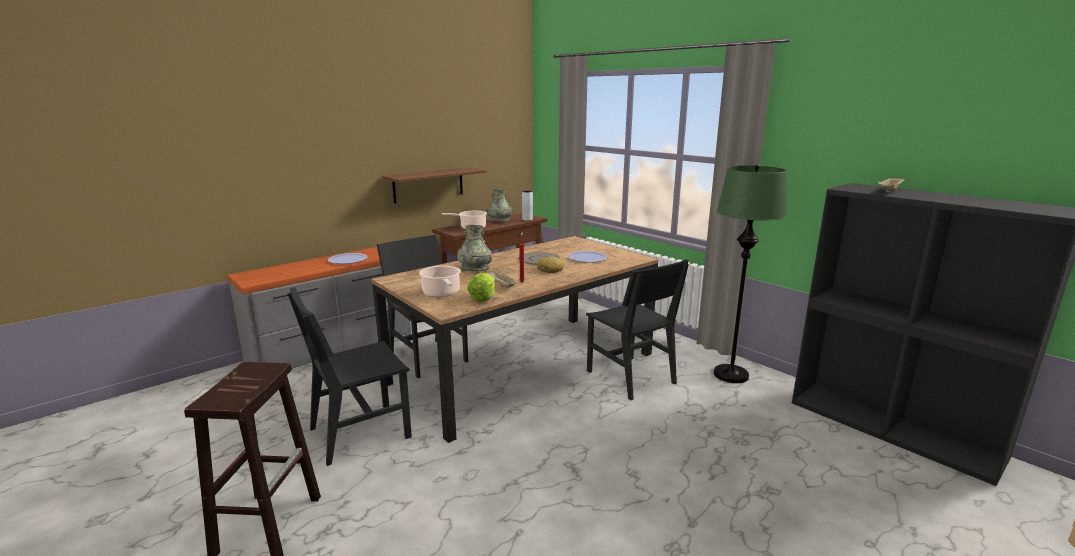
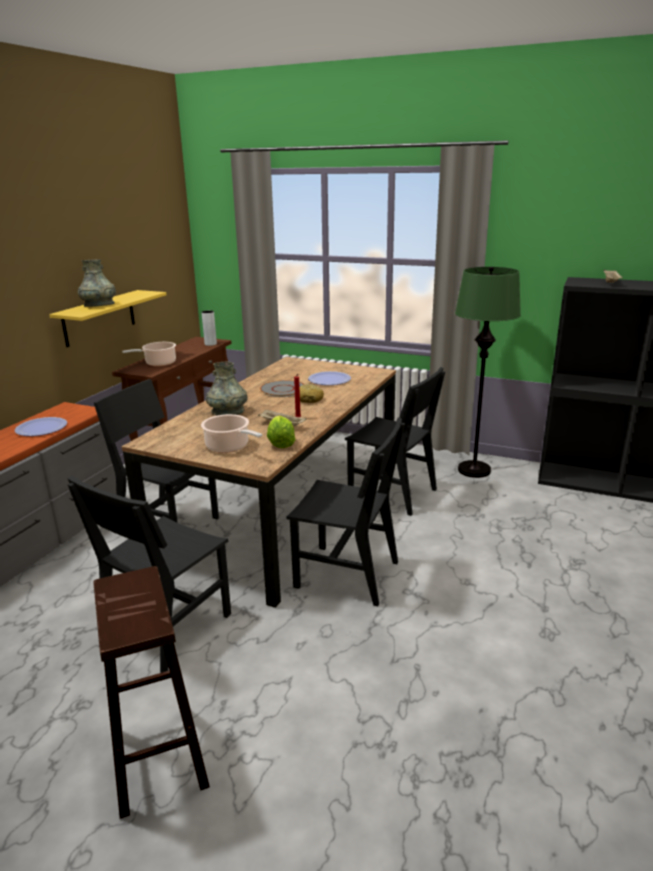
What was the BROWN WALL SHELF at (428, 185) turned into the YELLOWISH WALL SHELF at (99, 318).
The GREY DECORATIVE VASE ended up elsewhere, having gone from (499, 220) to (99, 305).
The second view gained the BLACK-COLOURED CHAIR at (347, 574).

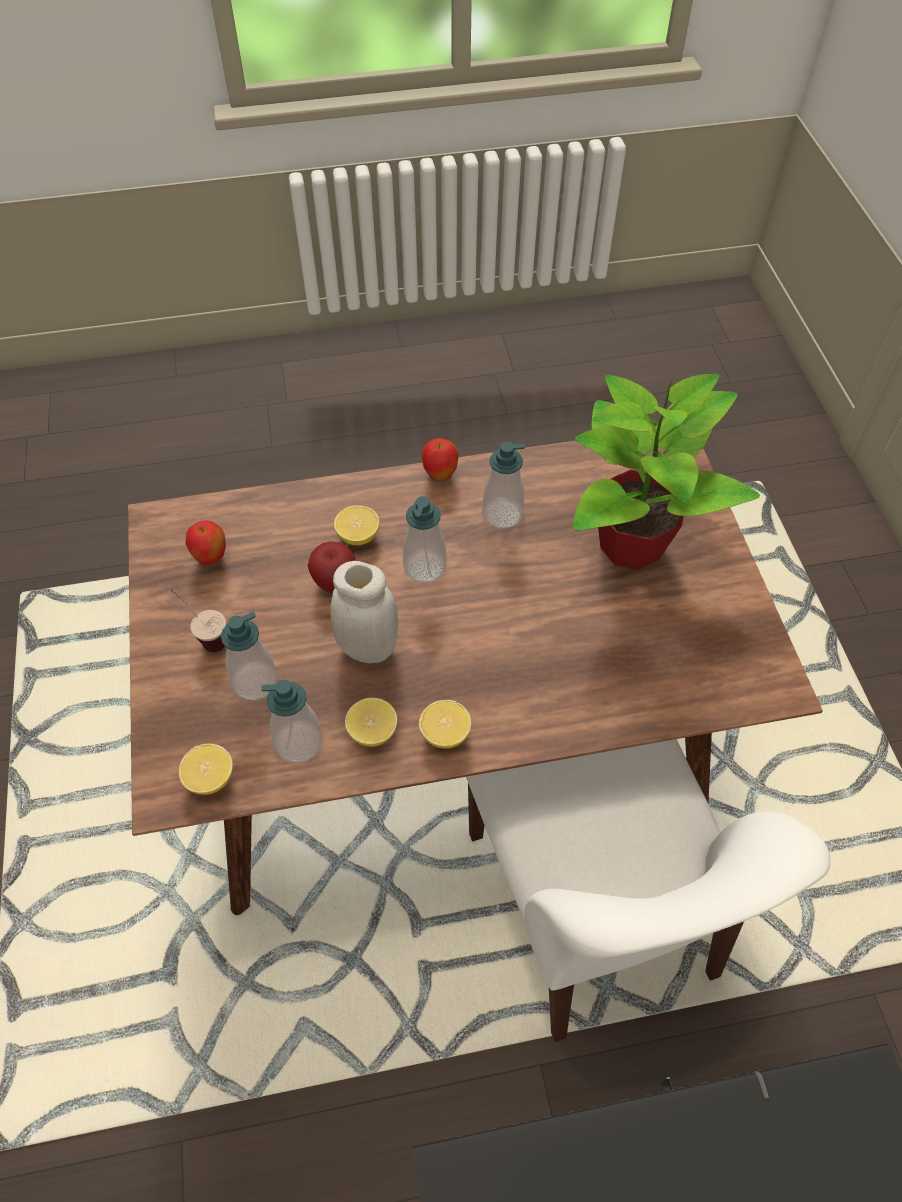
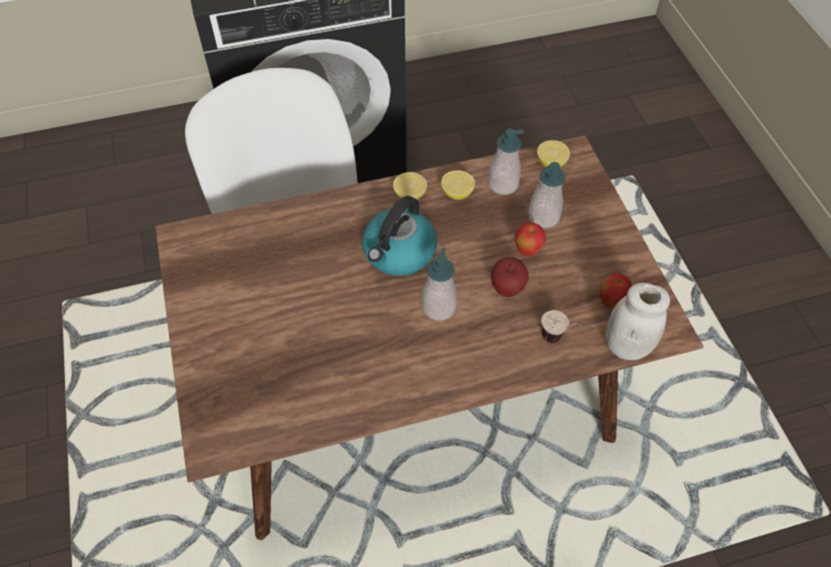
The SMALL CUP ended up elsewhere, having gone from (204, 635) to (561, 340).
The WHITISH PRESERVE JAR ended up elsewhere, having gone from (368, 647) to (626, 346).
The second view lost the WHOLE LEMON at (358, 536).
The APPLE FRUIT ended up elsewhere, having gone from (440, 475) to (527, 251).
The second view lost the SOAP DISPENSER at (502, 514).
The second view lost the PLANT IN A POT at (632, 543).
The second view gained the TEA KETTLE at (399, 253).

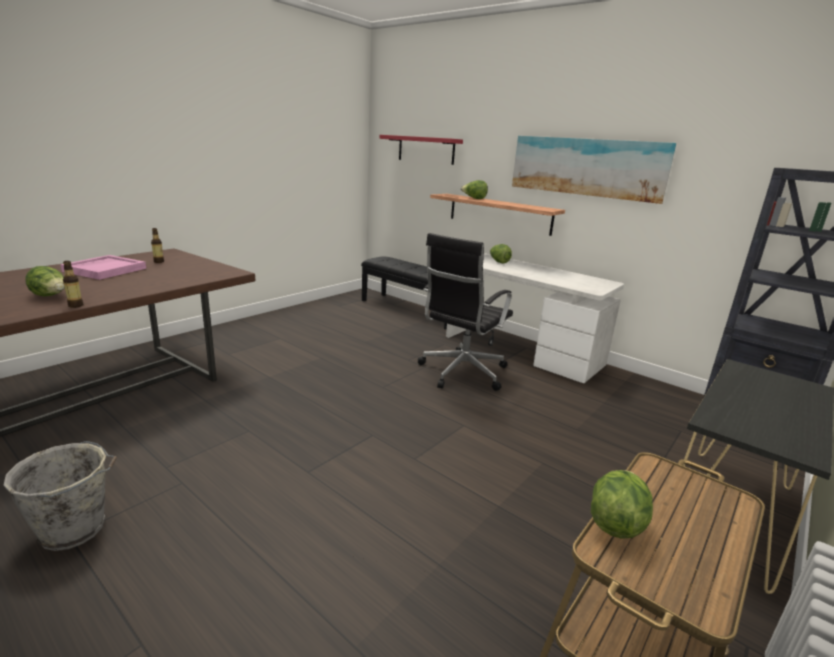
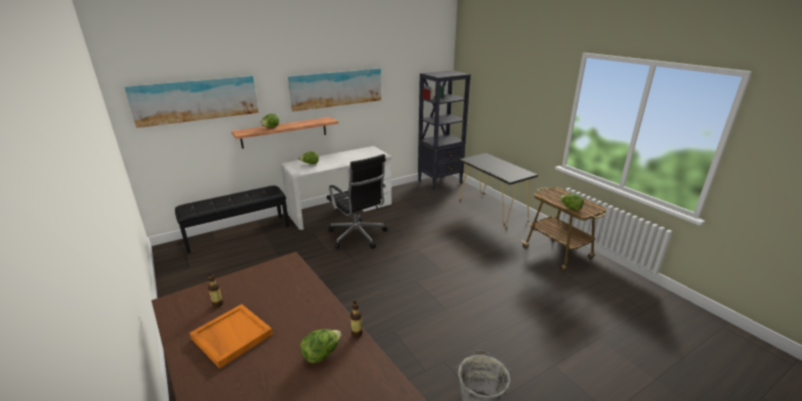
What was the PINKISH SERVING TRAY at (105, 269) turned into the ORANGEY SERVING TRAY at (231, 336).
Where the REDDISH WALL SHELF hung at (426, 149), the WALL PICTURE came to hang at (196, 100).

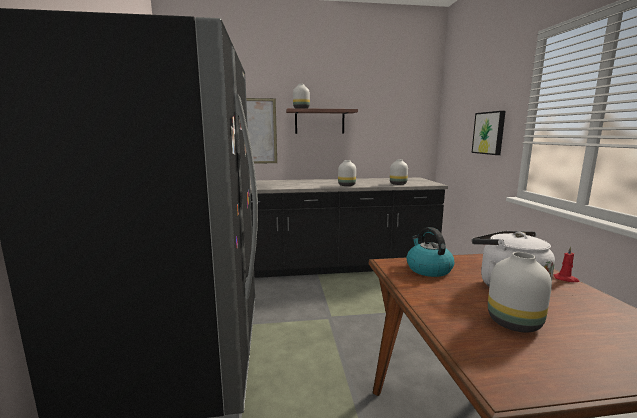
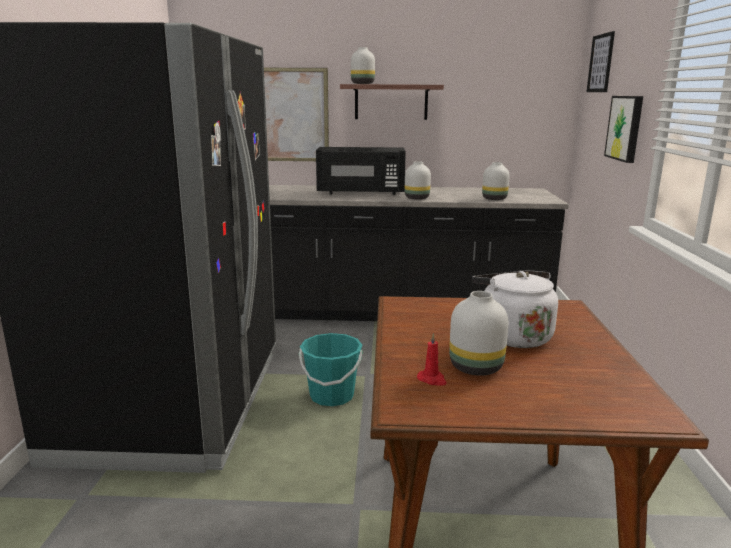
The second view lost the TEA KETTLE at (428, 269).
The REDDISH WAX LIGHT ended up elsewhere, having gone from (566, 279) to (432, 380).
The second view gained the BLUE-GREEN PAIL at (331, 396).
The second view gained the BLACK-COLOURED MICROWAVE OVEN at (361, 192).
The second view gained the WALL PICTURE at (600, 63).

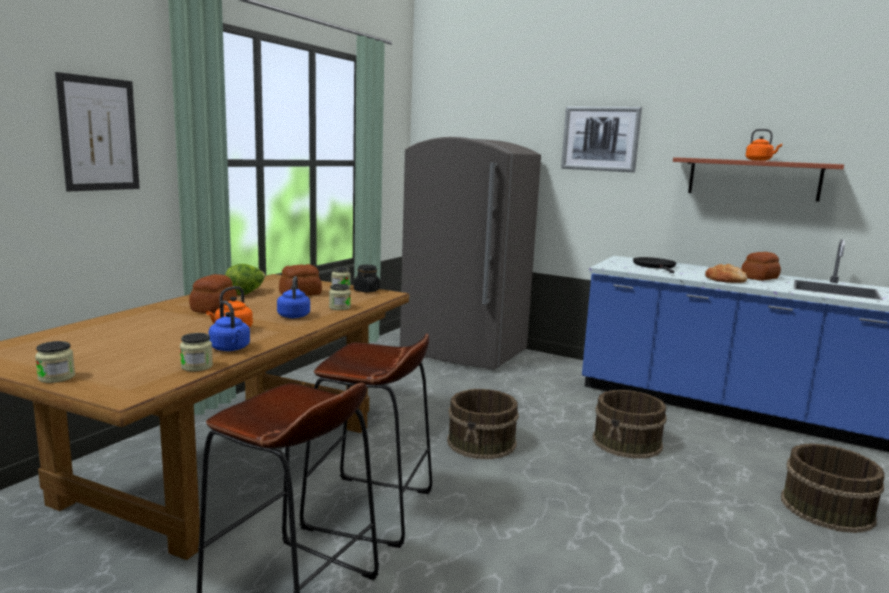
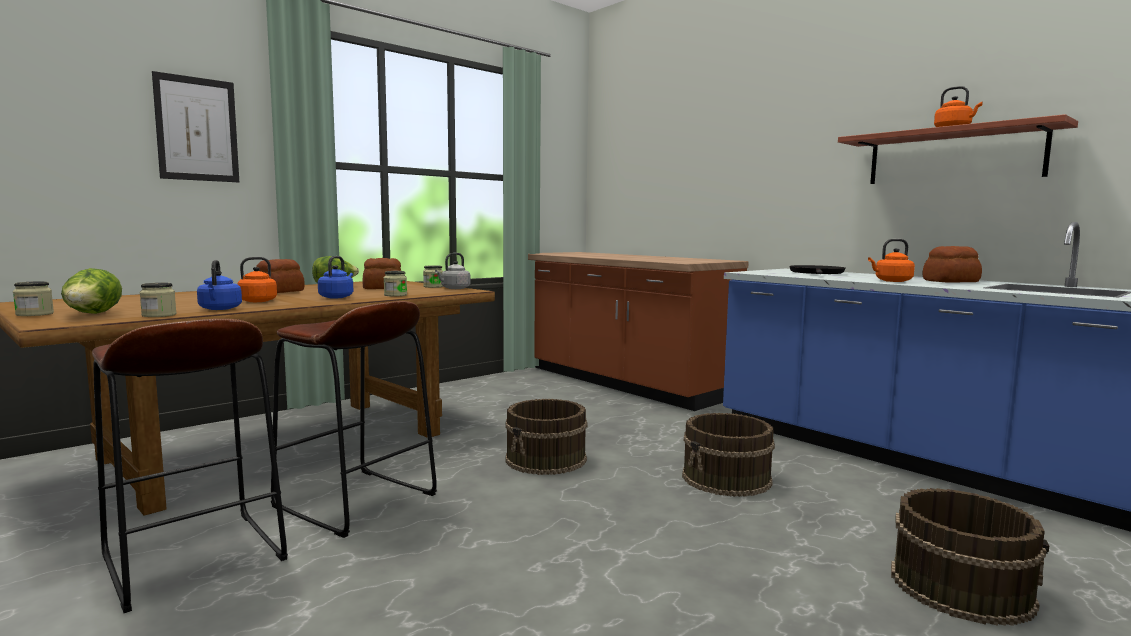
Where the BLACK-COLOURED PRESERVE JAR stood at (367, 290), the GREY TEA KETTLE came to stand at (454, 288).
Where the GREY FRIDGE stood at (463, 351), the BROWN COUNTER came to stand at (621, 382).
The second view lost the WALL PICTURE at (600, 139).
Where the BREAD stood at (725, 280), the ORANGEY TEA KETTLE came to stand at (891, 281).
The second view gained the HEAD OF LETTUCE at (93, 314).

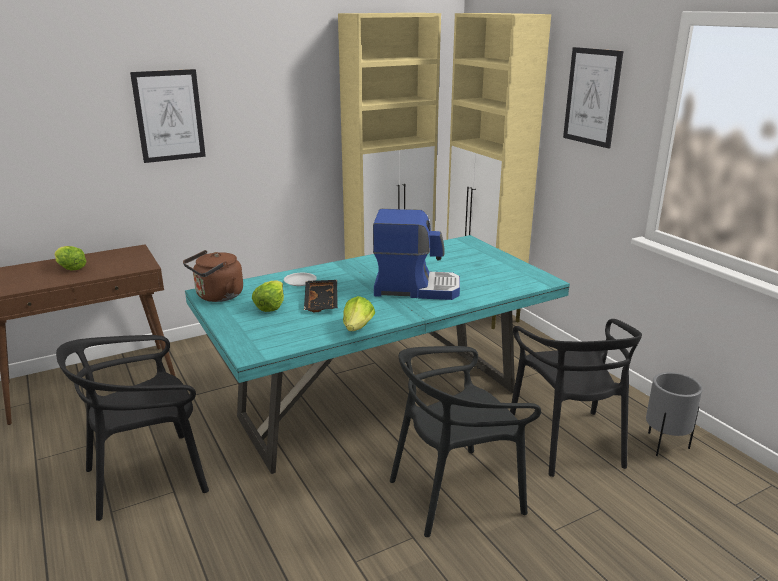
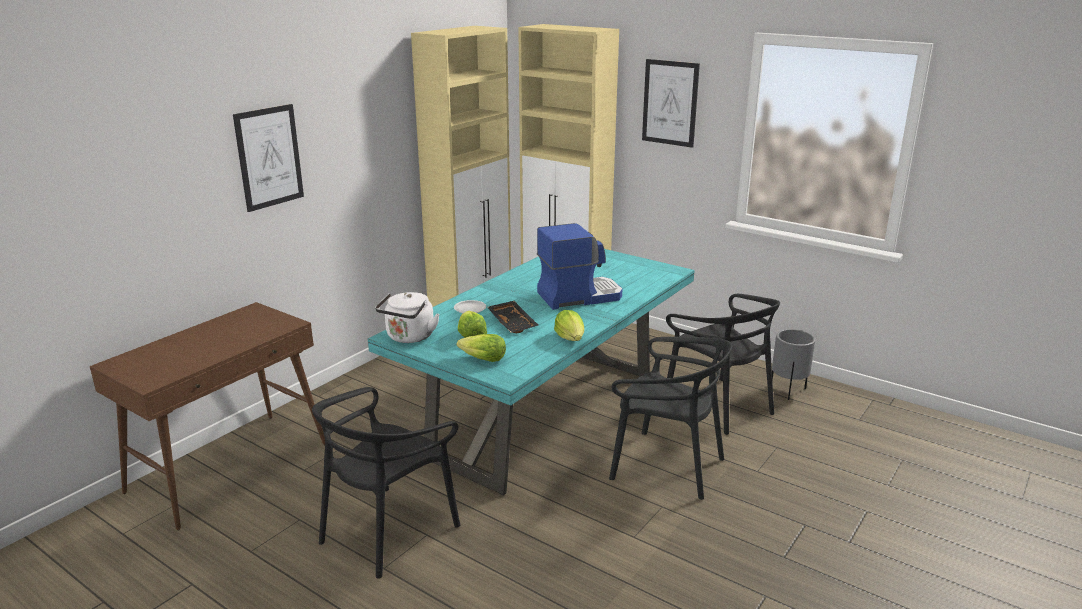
The HEAD OF LETTUCE ended up elsewhere, having gone from (70, 268) to (483, 359).
What was the BROWN TEA KETTLE at (217, 296) turned into the WHITISH TEA KETTLE at (409, 337).
The BLACK-COLOURED CHAIR at (455, 493) ended up facing another way, 105 degrees counterclockwise from before.

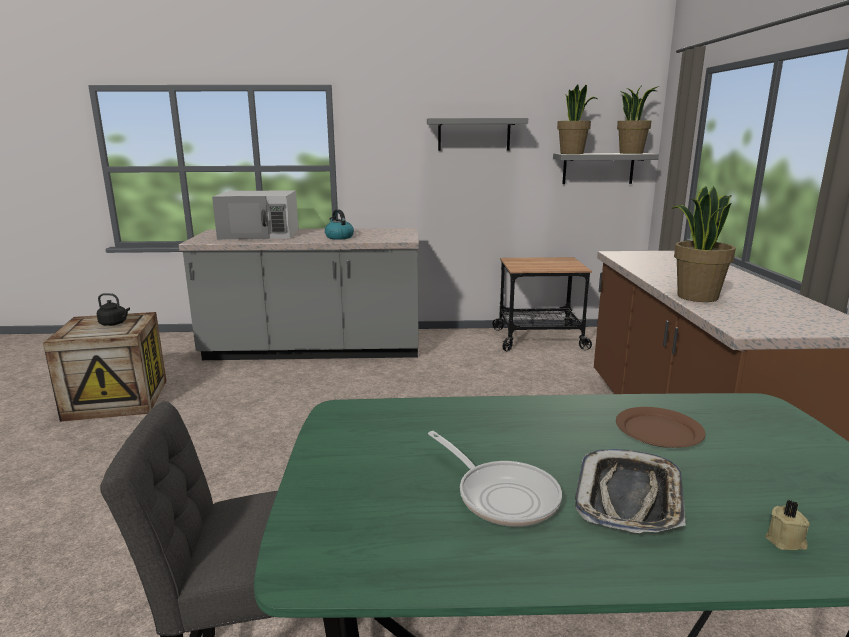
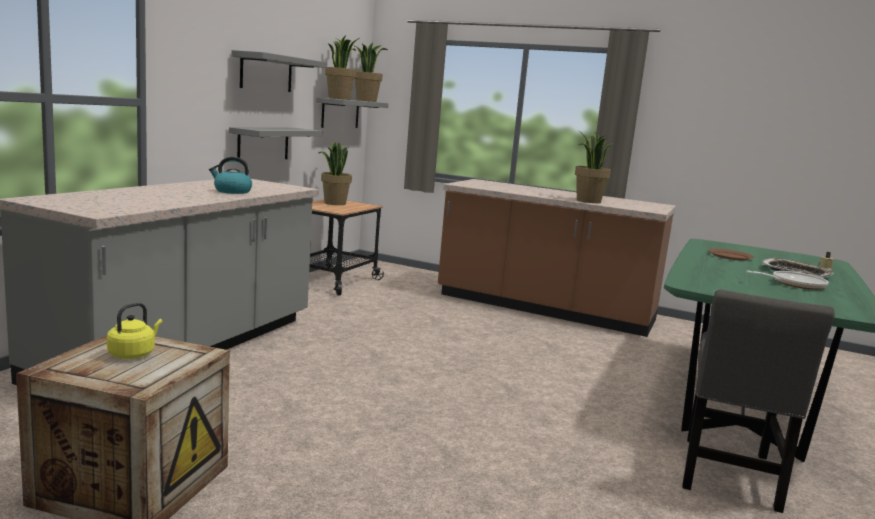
What was the BLACK-COLOURED TEA KETTLE at (114, 323) turned into the YELLOWISH TEA KETTLE at (133, 354).
The second view lost the WHITISH MICROWAVE OVEN at (260, 234).
The second view gained the GREY WALL SHELF at (263, 144).
The second view gained the PLANT IN A POT at (334, 203).

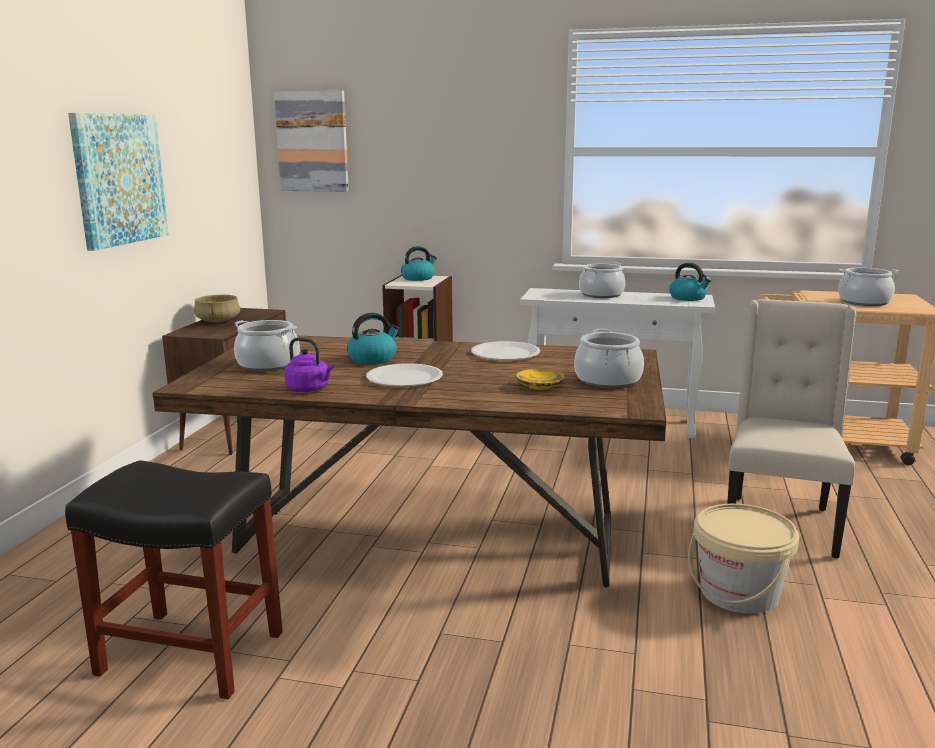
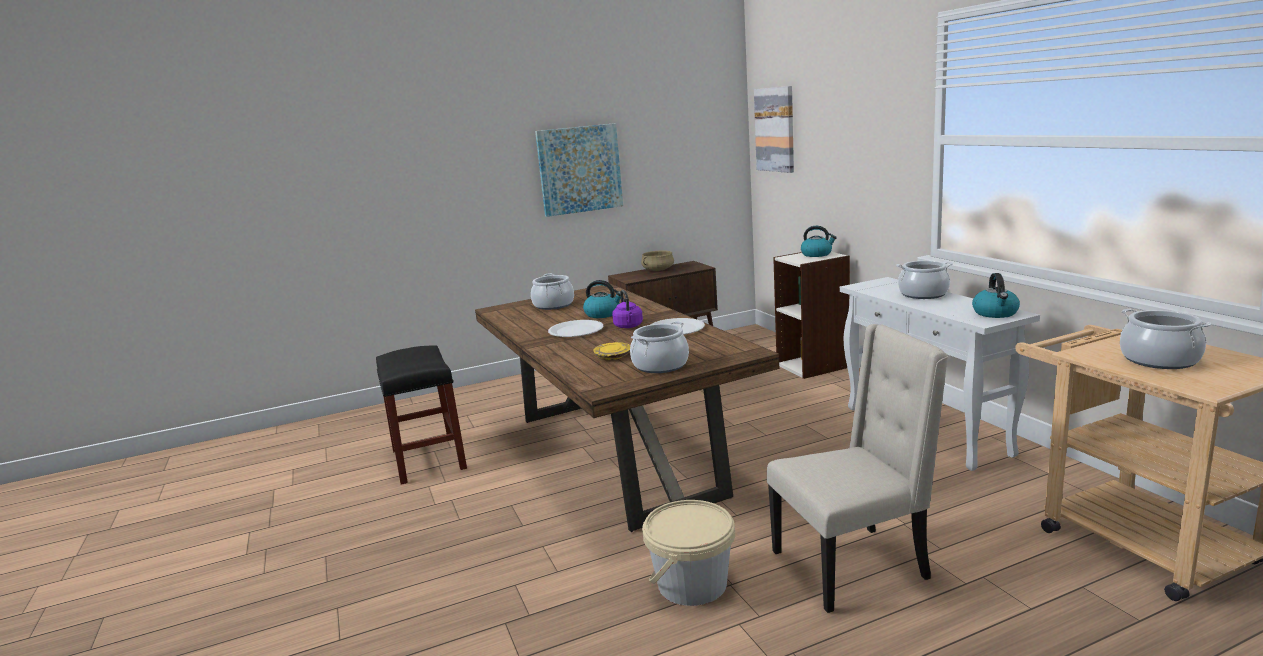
The PURPLISH TEA KETTLE ended up elsewhere, having gone from (310, 389) to (628, 326).

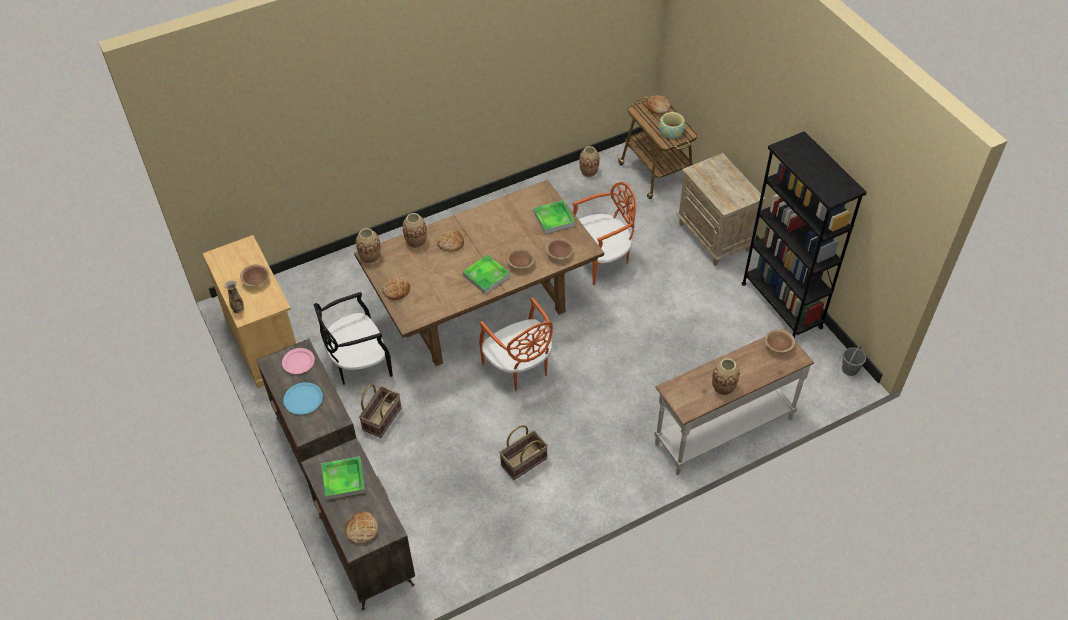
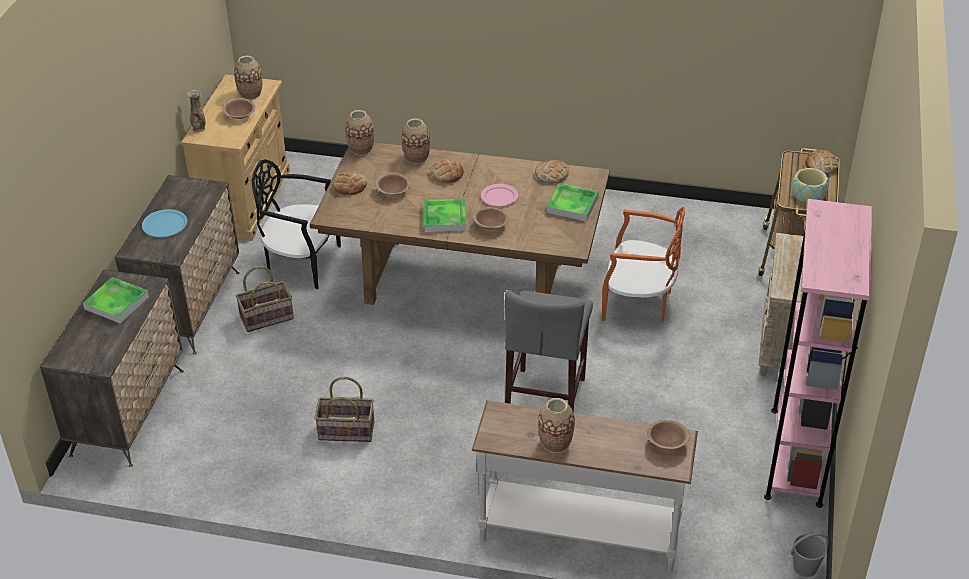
The PINKISH FLAT DISH ended up elsewhere, having gone from (298, 362) to (499, 197).
The BREAD ended up elsewhere, having gone from (362, 529) to (552, 174).
The second view lost the ORANGEY CHAIR at (519, 367).
The BROWN SERVING BOWL ended up elsewhere, having gone from (559, 254) to (393, 191).
The DECORATIVE VASE ended up elsewhere, having gone from (588, 172) to (250, 94).
What was the BLACK-COLOURED SHELVING UNIT at (781, 305) turned into the PINKISH SHELVING UNIT at (796, 456).
The second view gained the GREY STOOL SEAT at (546, 400).

